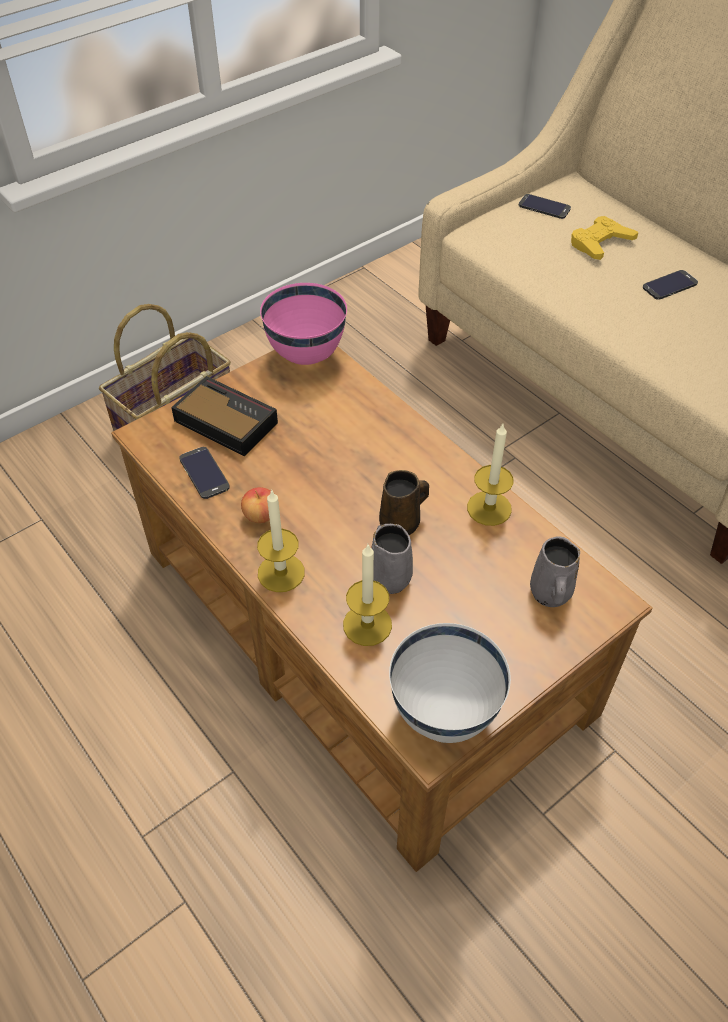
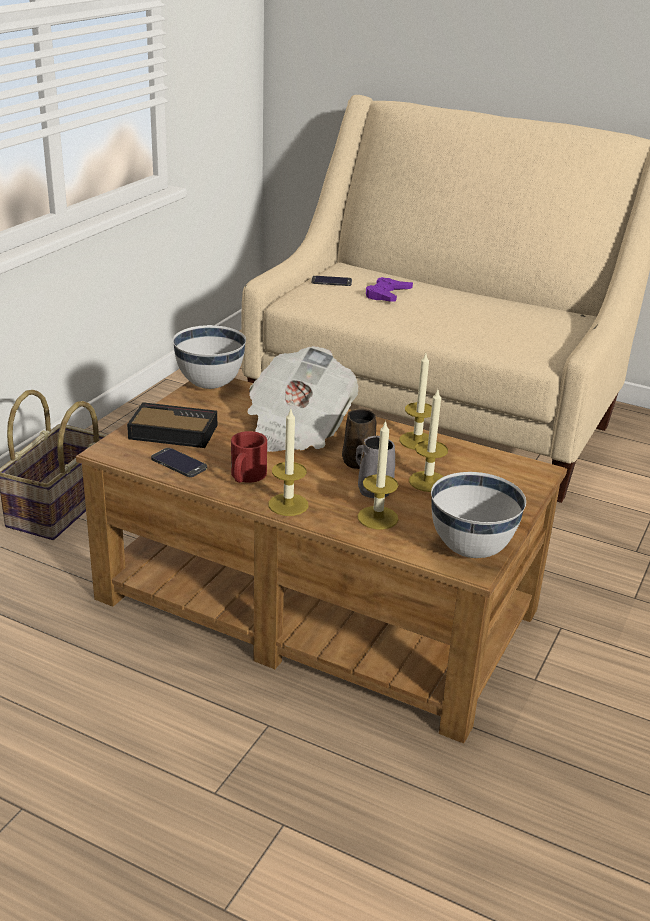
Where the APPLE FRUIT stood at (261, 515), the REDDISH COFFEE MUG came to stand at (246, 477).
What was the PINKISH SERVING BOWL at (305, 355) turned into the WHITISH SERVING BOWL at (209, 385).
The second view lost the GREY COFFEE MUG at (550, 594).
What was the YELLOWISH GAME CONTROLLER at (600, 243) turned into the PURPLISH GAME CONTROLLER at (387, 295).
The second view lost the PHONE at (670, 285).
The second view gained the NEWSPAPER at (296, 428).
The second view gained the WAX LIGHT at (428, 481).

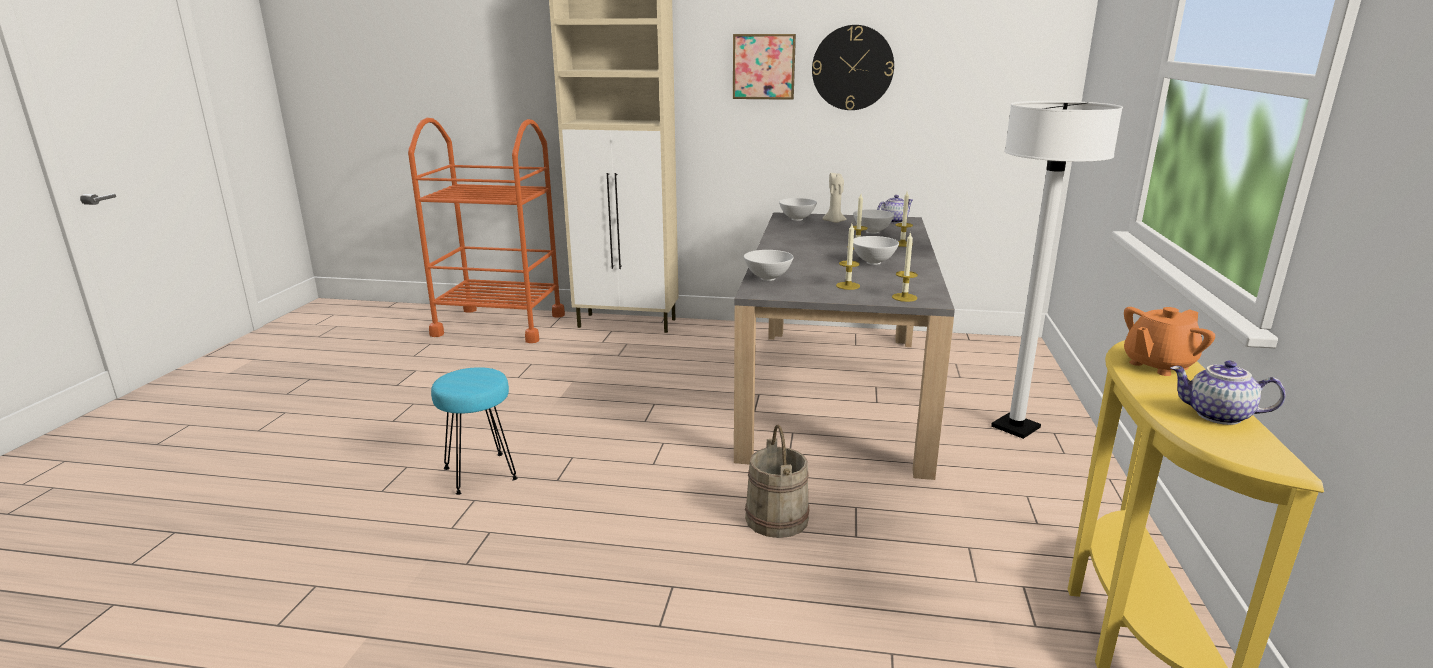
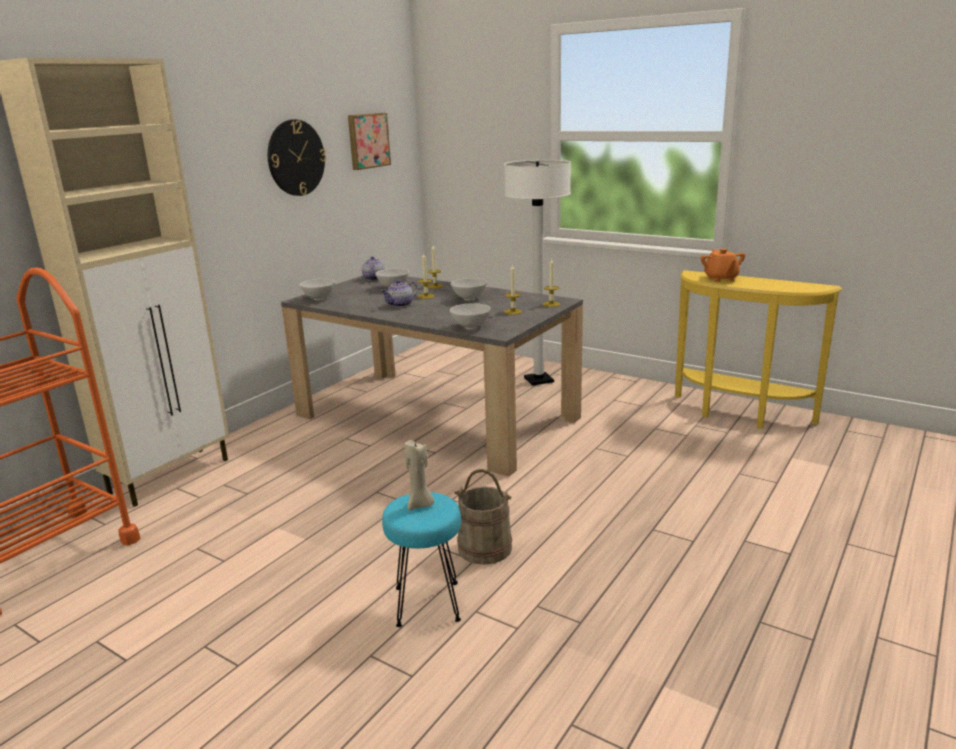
The WALL PICTURE ended up elsewhere, having gone from (764, 66) to (367, 140).
The BEIGE-COLOURED PAIL ended up elsewhere, having gone from (777, 518) to (485, 548).
The BEIGE-COLOURED WAX LIGHT ended up elsewhere, having gone from (834, 222) to (420, 505).
The TEA POT ended up elsewhere, having gone from (1217, 416) to (400, 305).

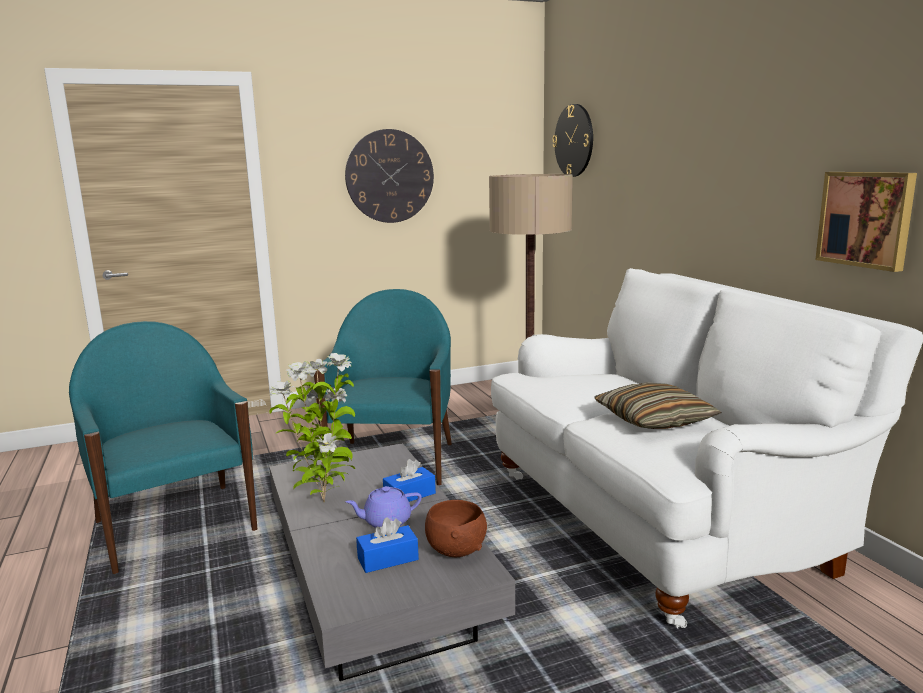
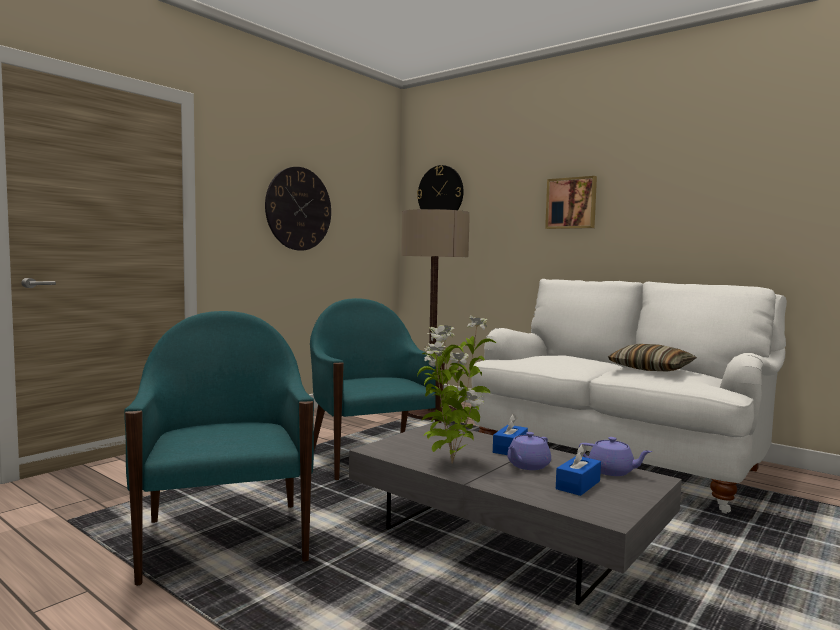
The BLUE-GREEN EASY CHAIR at (174, 524) ended up facing another way, 45 degrees clockwise from before.
Where the BROWN SERVING BOWL stood at (456, 550), the PURPLISH TEA POT came to stand at (612, 471).
The WALL PICTURE ended up elsewhere, having gone from (866, 219) to (571, 203).

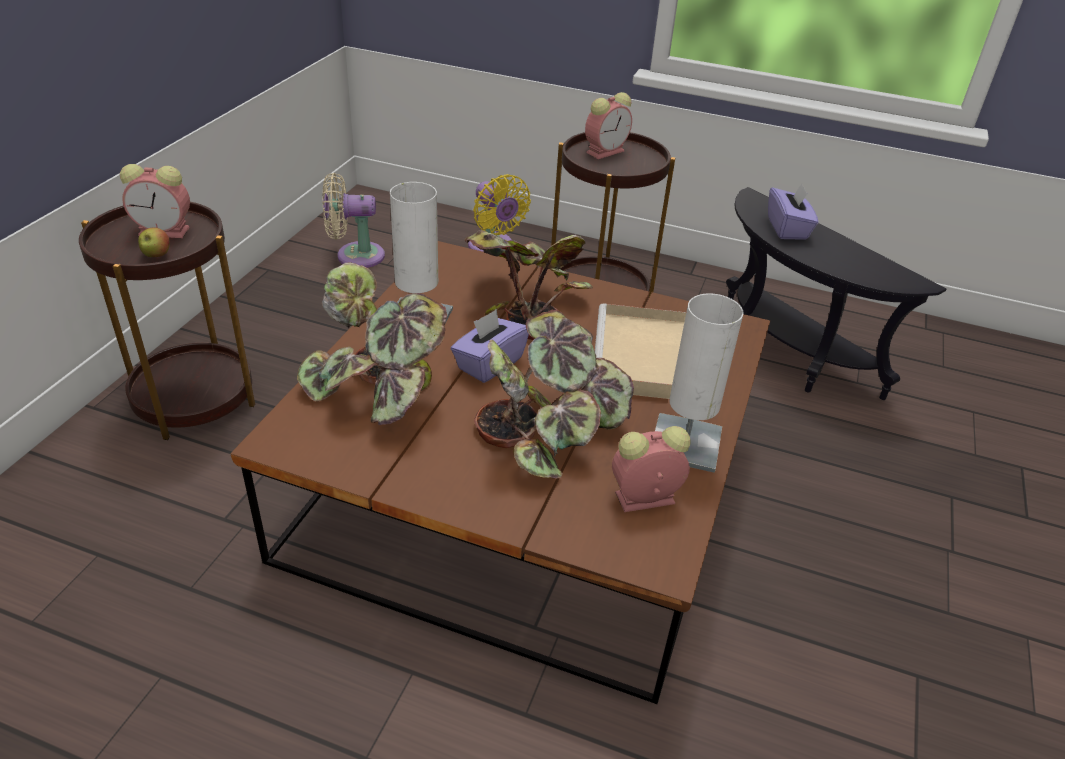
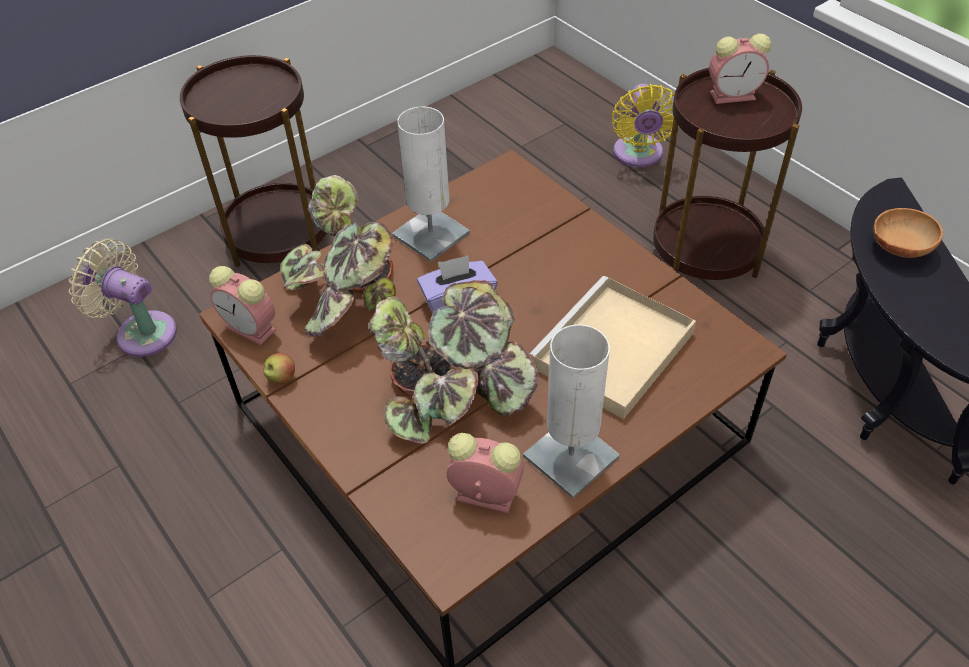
The TABLE CLOCK ended up elsewhere, having gone from (166, 231) to (253, 329).
The APPLE FRUIT ended up elsewhere, having gone from (156, 255) to (282, 378).
The BEIGE-COLOURED COOLING FAN ended up elsewhere, having gone from (355, 256) to (141, 332).
The second view lost the PLANT IN A POT at (522, 305).
Where the PURPLISH TISSUE BOX stood at (787, 228), the BROWN SERVING BOWL came to stand at (899, 248).

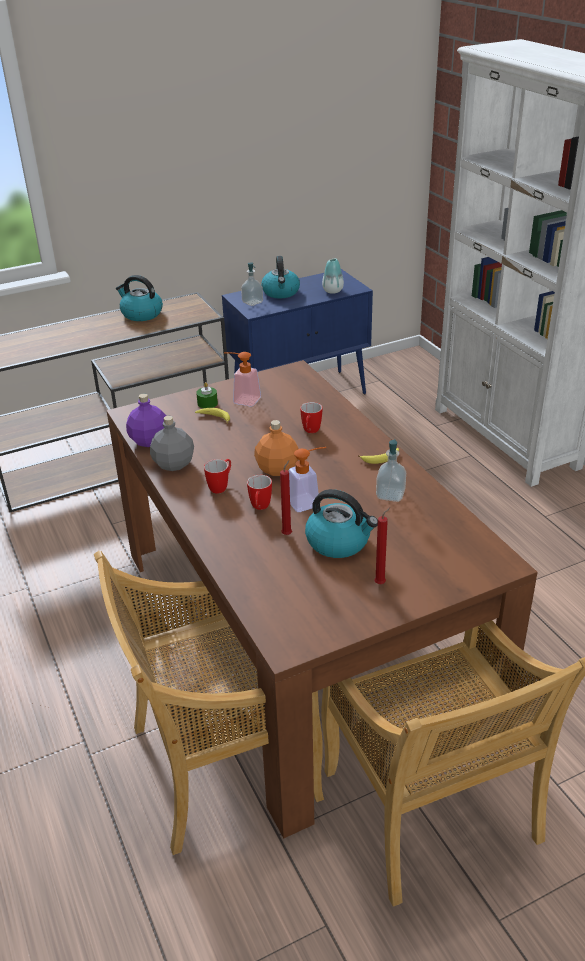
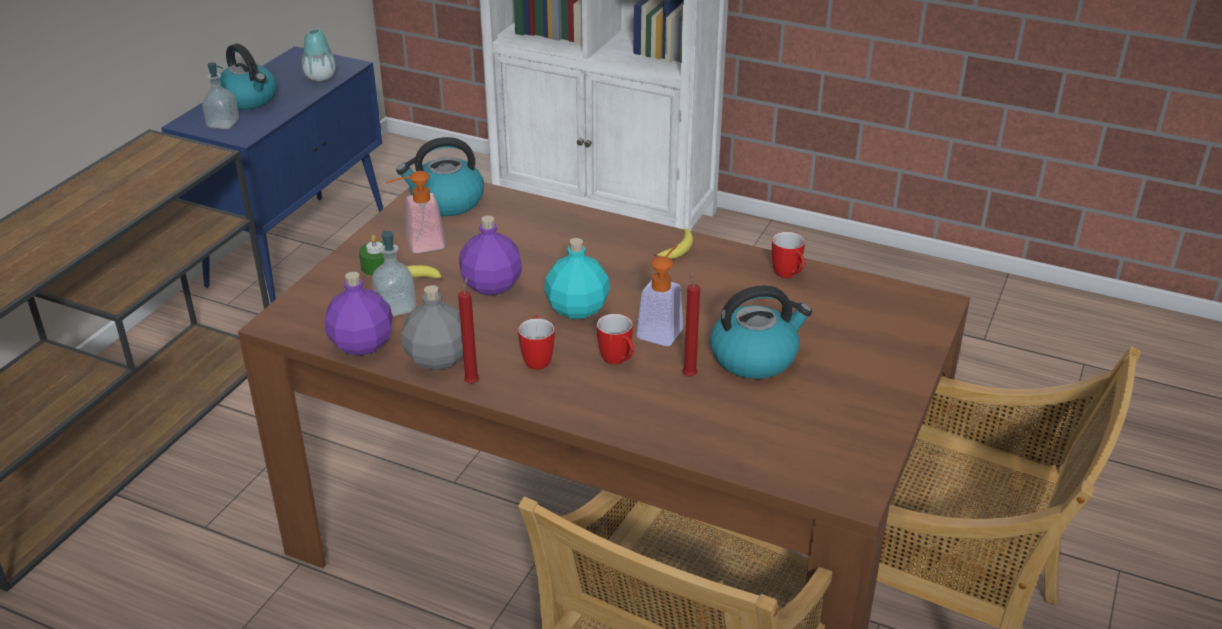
The TEA KETTLE ended up elsewhere, having gone from (141, 314) to (446, 202).
What was the ORANGEY BEVERAGE BOTTLE at (277, 469) turned into the BLUE-GREEN BEVERAGE BOTTLE at (576, 309).
The COFFEE MUG ended up elsewhere, having gone from (310, 432) to (789, 276).
The REDDISH WAX LIGHT ended up elsewhere, having gone from (381, 583) to (472, 382).
The SOAP DISPENSER ended up elsewhere, having gone from (390, 495) to (396, 308).
The second view gained the PURPLISH BEVERAGE BOTTLE at (492, 286).

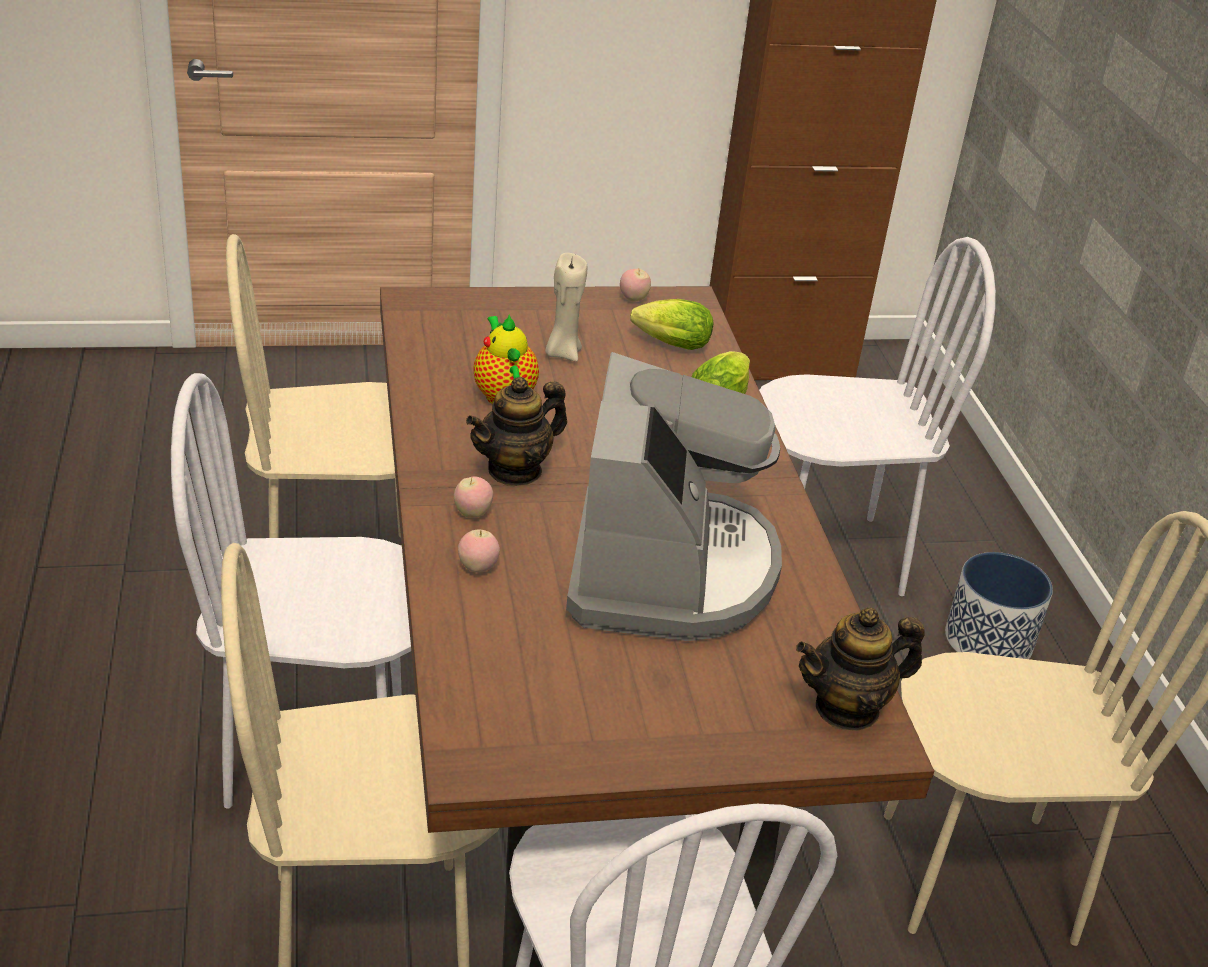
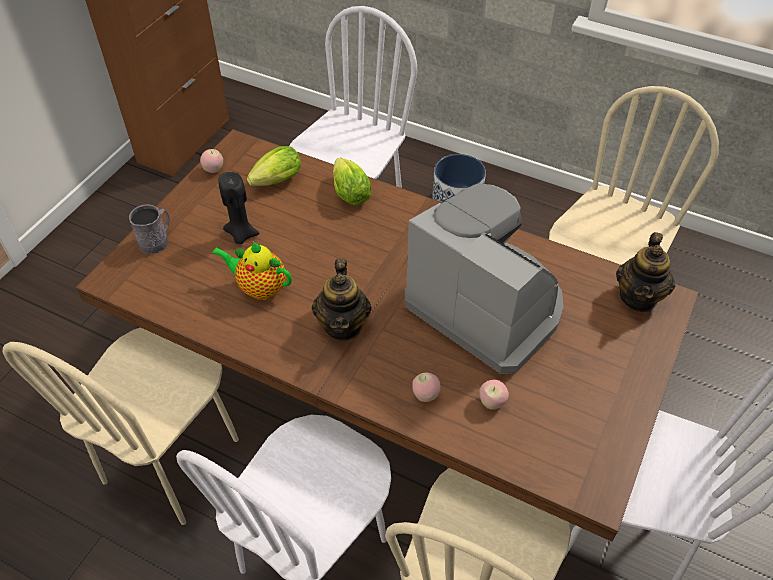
The APPLE FRUIT ended up elsewhere, having gone from (472, 513) to (492, 402).
What was the BEIGE-COLOURED WAX LIGHT at (562, 353) turned into the BLACK-COLOURED WAX LIGHT at (241, 235).
The second view gained the GREY COFFEE MUG at (157, 240).

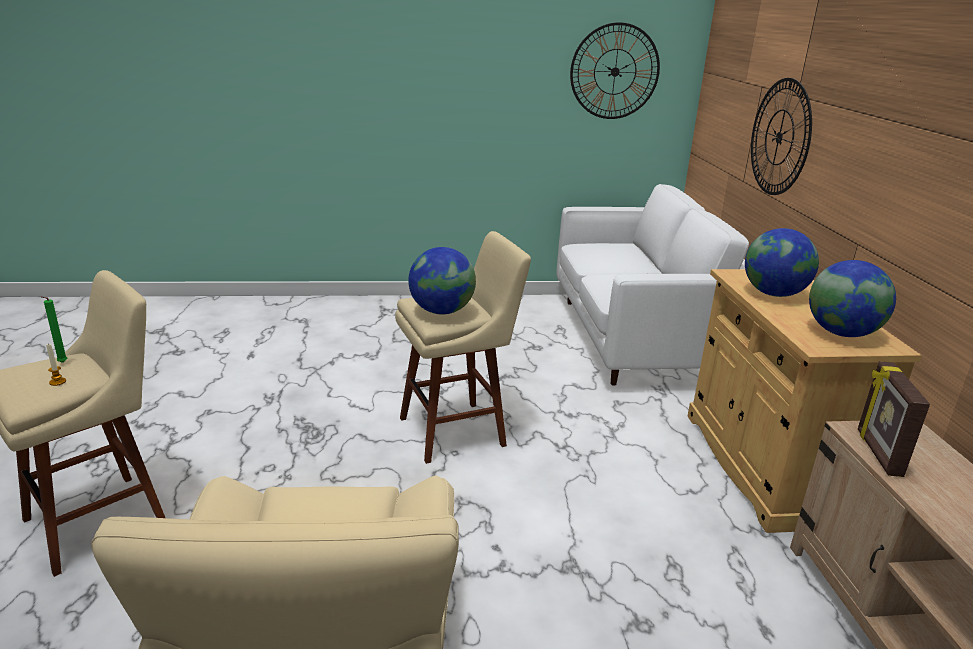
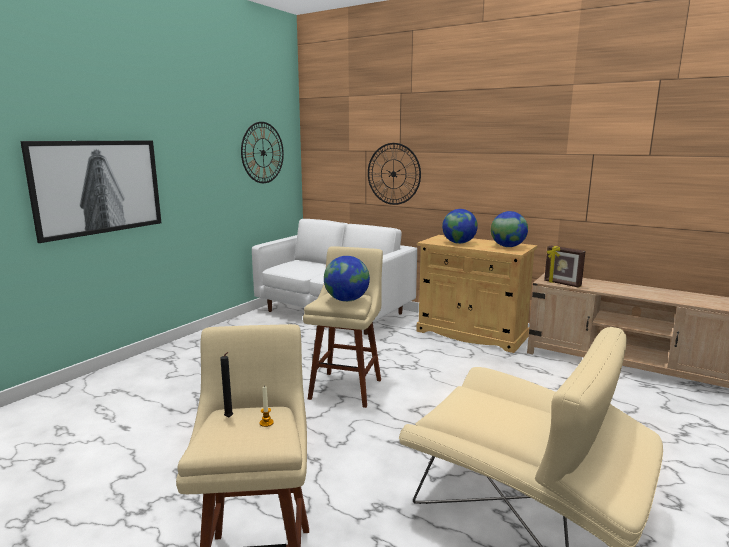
What was the GREEN WAX LIGHT at (61, 363) turned into the BLACK-COLOURED WAX LIGHT at (229, 418).
The second view gained the WALL PICTURE at (98, 187).

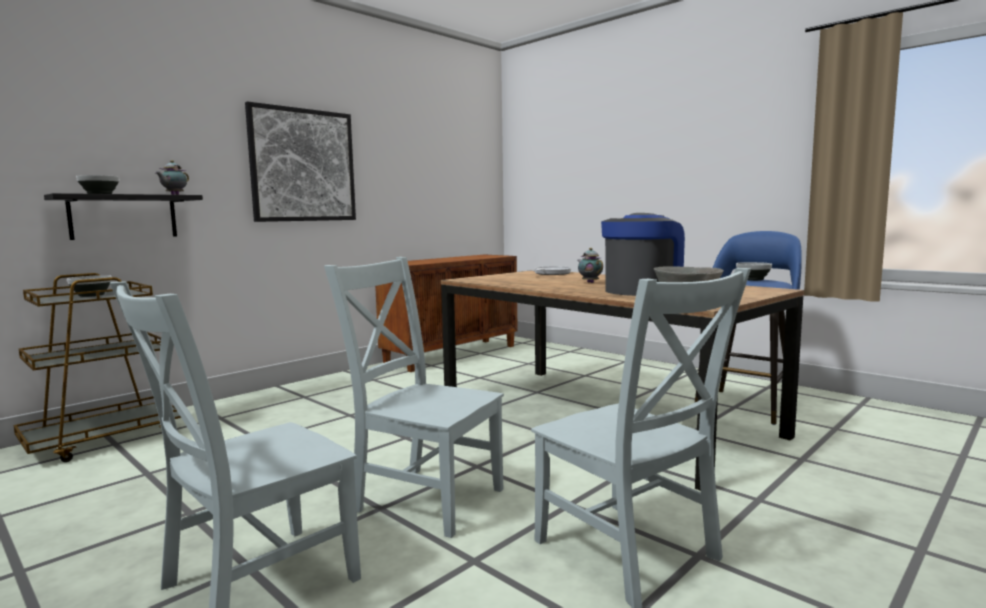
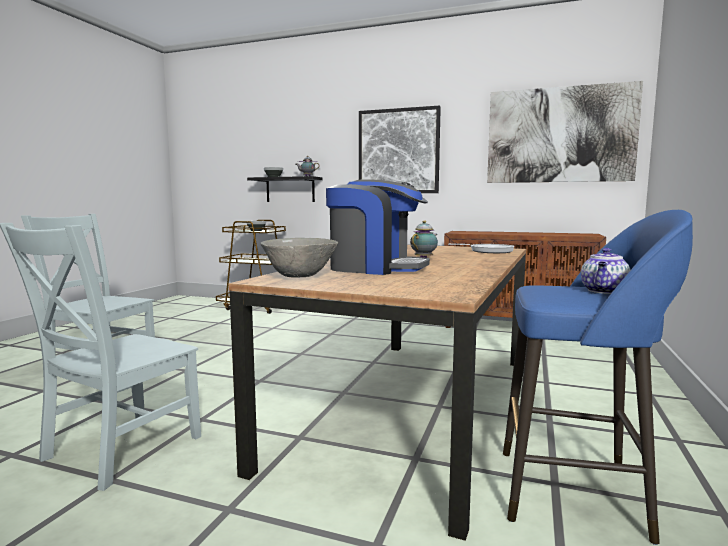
The second view lost the GREY CHAIR at (424, 498).
Where the SERVING BOWL stood at (753, 279), the TEA POT came to stand at (604, 291).
The second view gained the WALL PICTURE at (560, 135).

